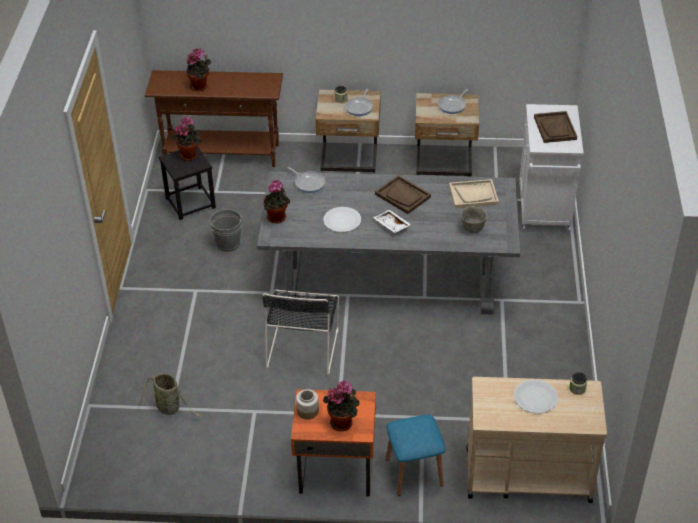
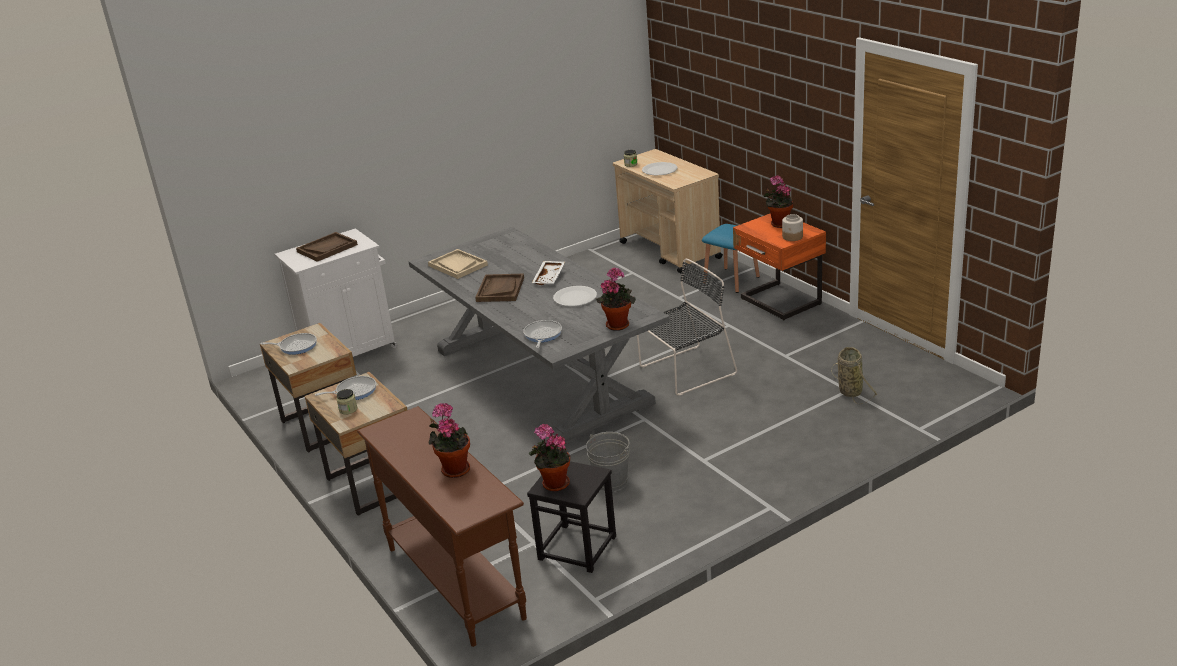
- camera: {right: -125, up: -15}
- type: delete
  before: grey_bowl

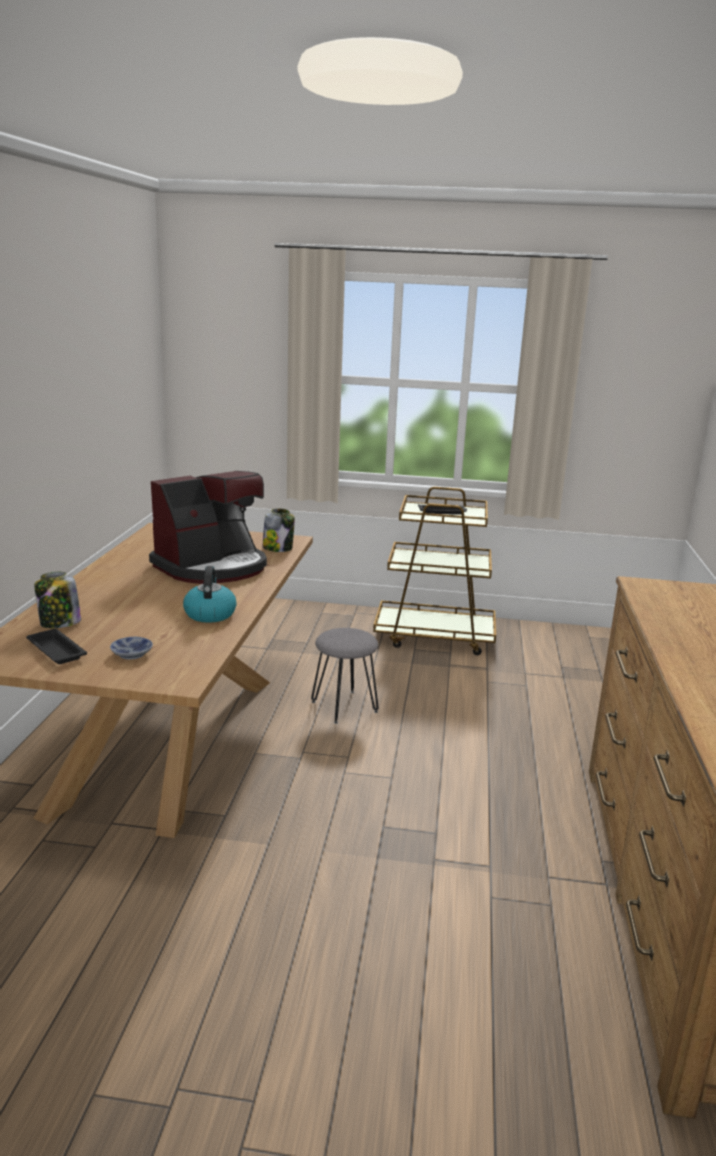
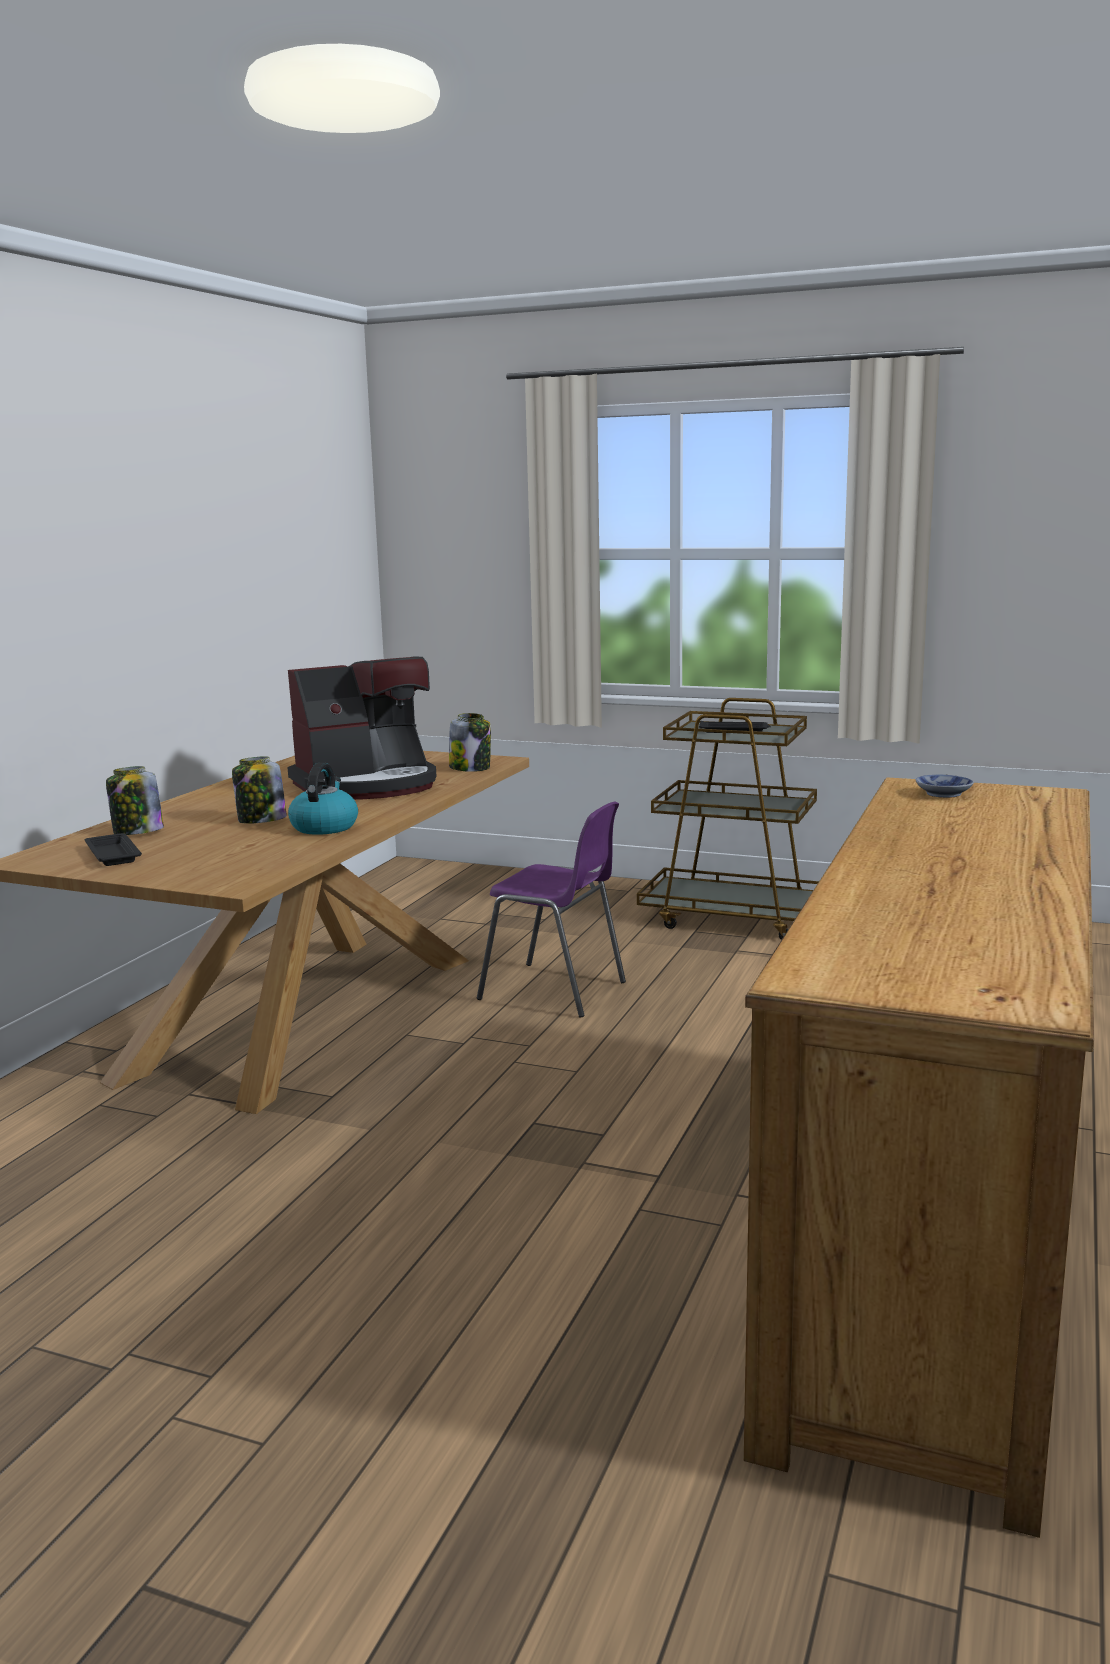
- camera: {right: 15, up: -5}
- type: insert
  after: jar (2nd from left)
- type: replace
  before: grey_stool
  after: purple_chair
- type: move
  before: bowl

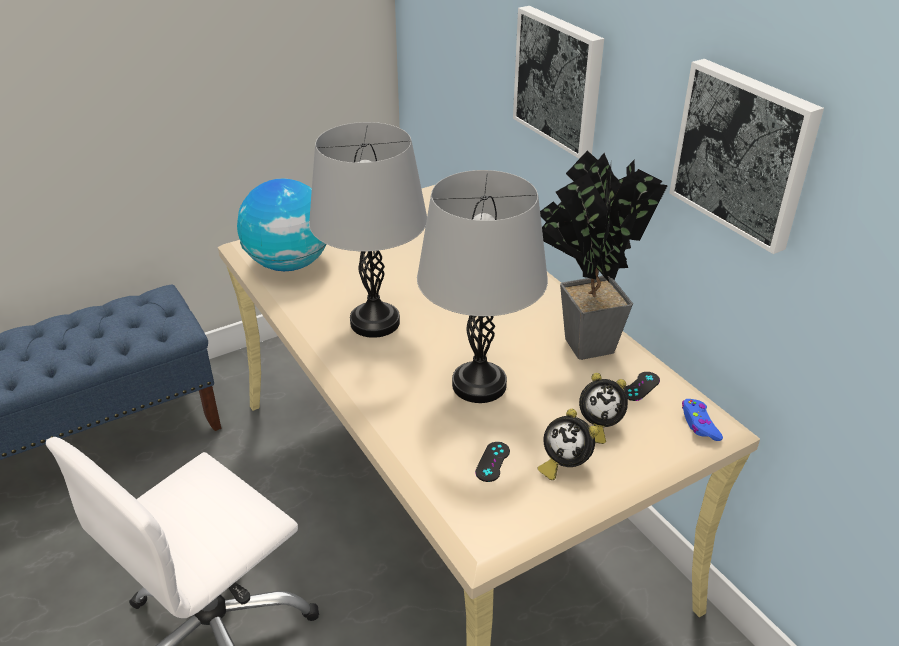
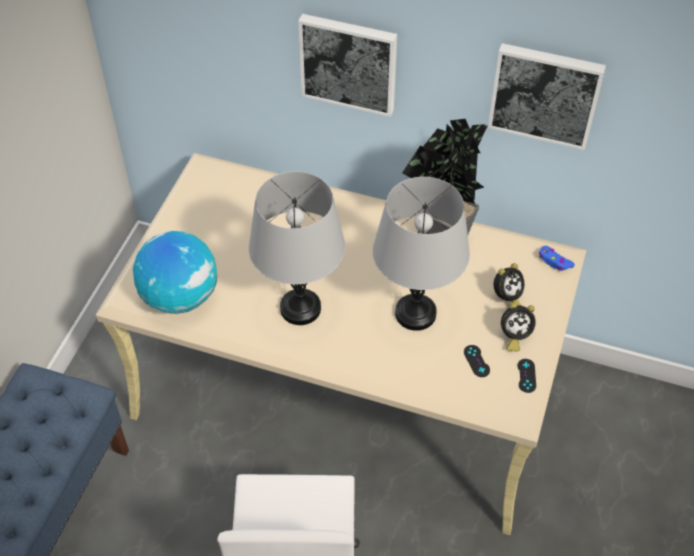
- camera: {right: -40, up: 15}
- type: move
  before: black_game_controller (2nd from left)

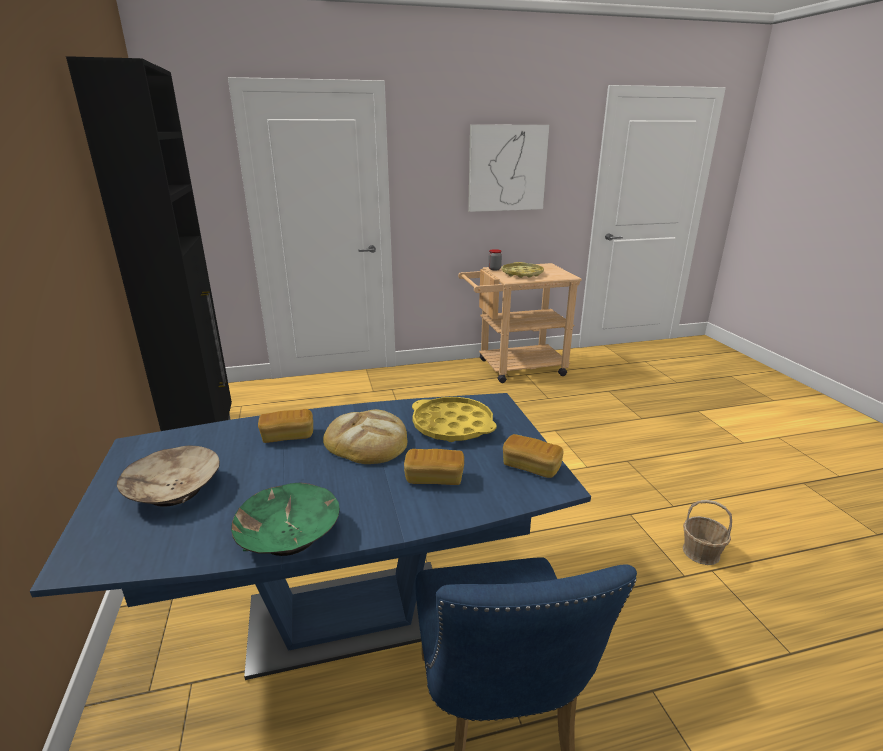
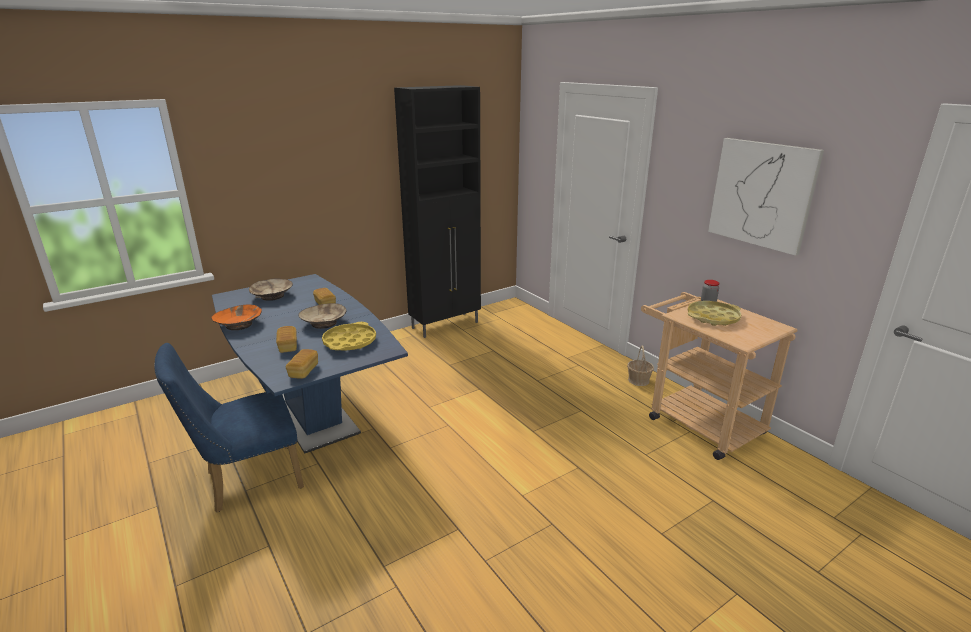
- camera: {right: 70, up: 0}
- type: recolor
  before: green_bowl
  after: orange_bowl
- type: replace
  before: bread (2nd from left)
  after: beige_bowl (2nd from left)
- type: move
  before: basket

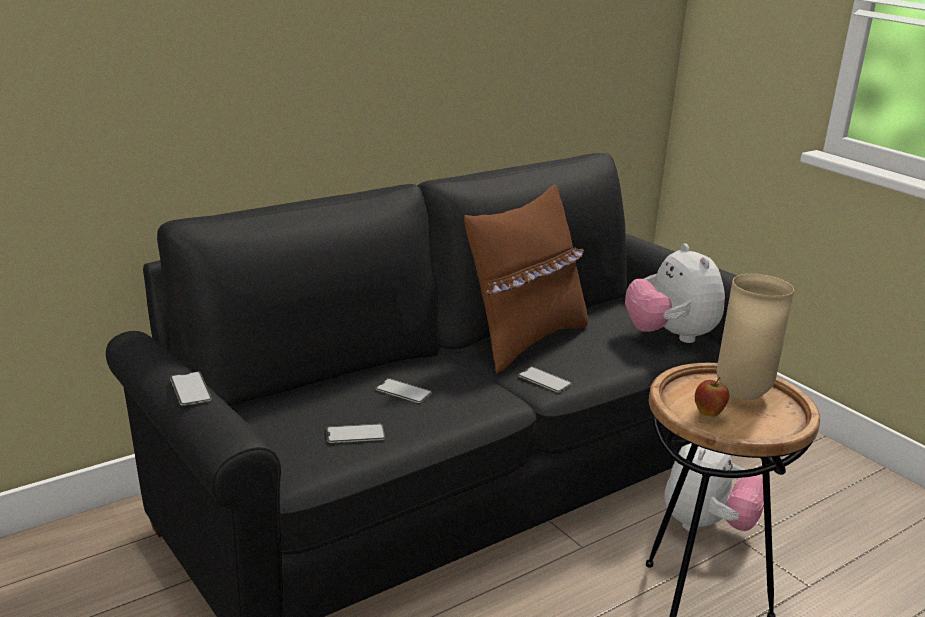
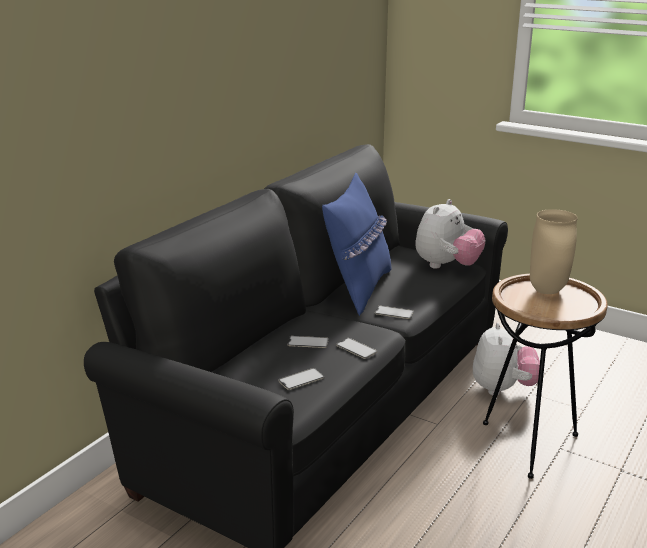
- camera: {right: -20, up: 0}
- type: recolor
  before: brown_pillow
  after: blue_pillow
- type: move
  before: phone (1st from left in the first image)
  after: phone (3rd from left)
- type: rotate
  before: plush_toy (1st from left)
  turn: -105
- type: delete
  before: apple

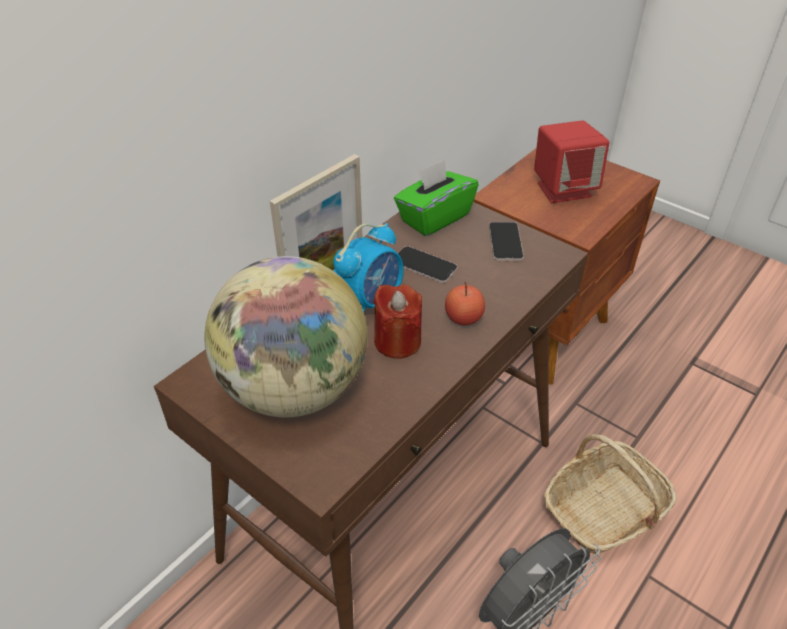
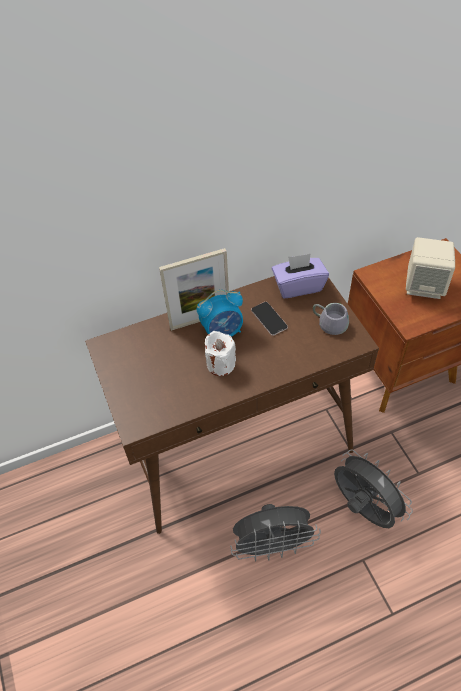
- camera: {right: 30, up: 10}
- type: recolor
  before: red_candle
  after: white_candle
- type: recolor
  before: green_tissue_box
  after: purple_tissue_box
- type: replace
  before: phone (2nd from left)
  after: grey_mug
- type: replace
  before: basket
  after: grey_fan (2nd from left)
- type: recolor
  before: red_speaker
  after: beige_speaker
- type: delete
  before: globe
- type: delete
  before: apple

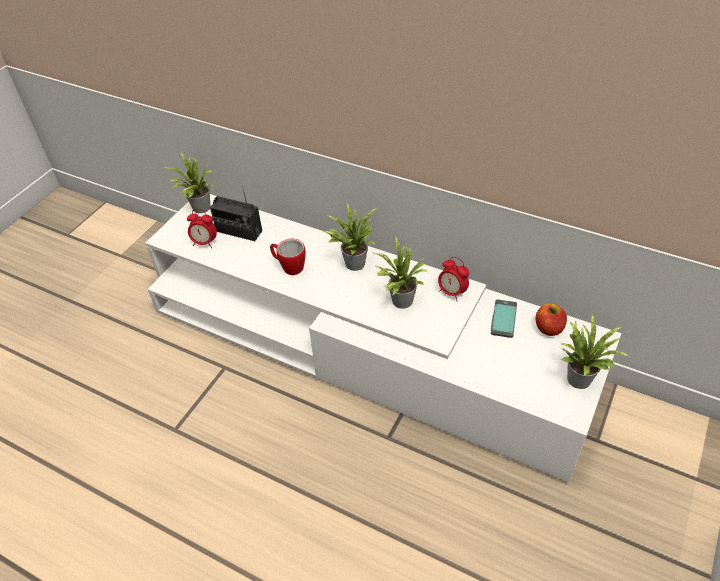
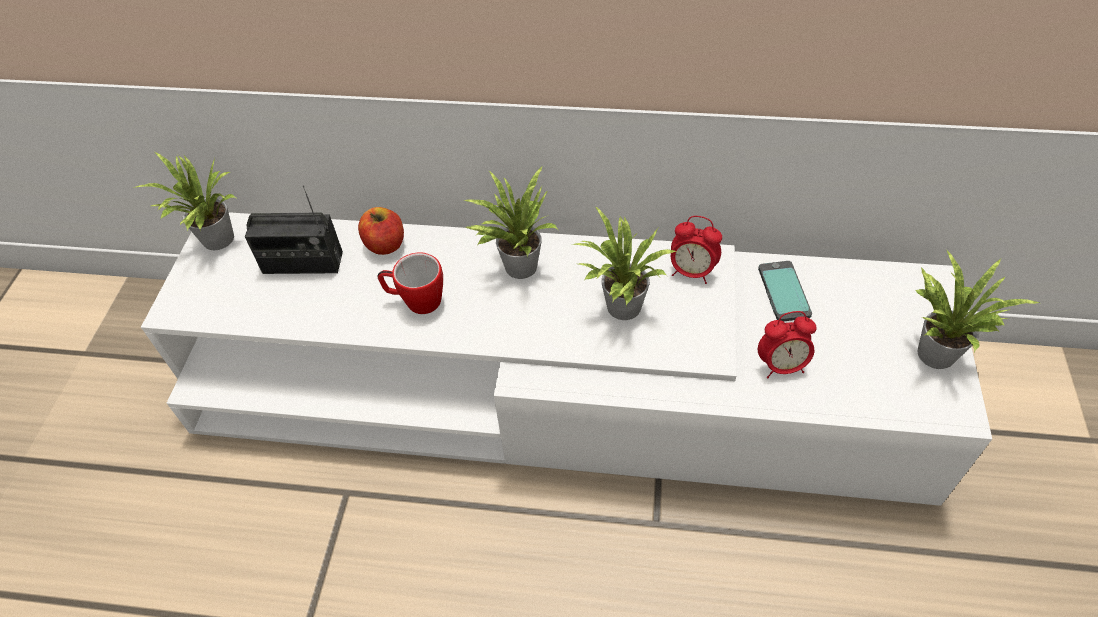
- camera: {right: -20, up: 5}
- type: move
  before: apple
- type: move
  before: alarm_clock (1st from left in the first image)
  after: alarm_clock (2nd from left)

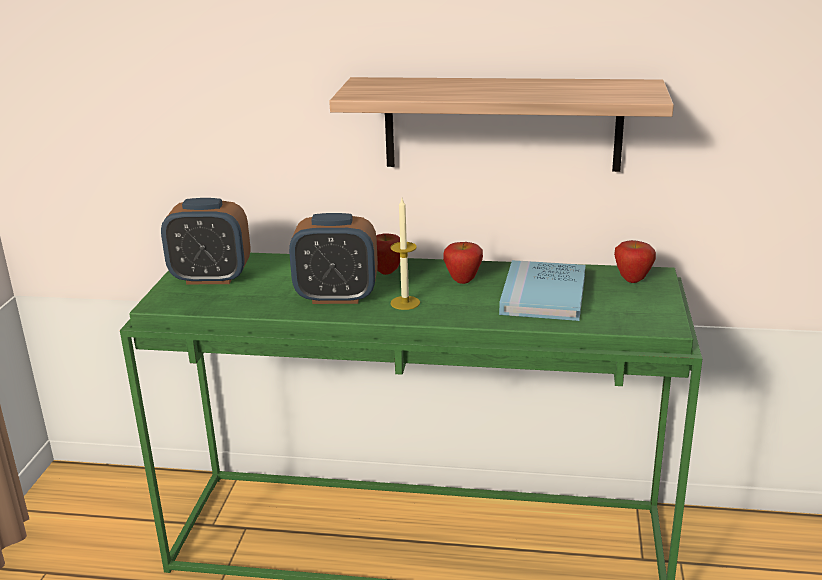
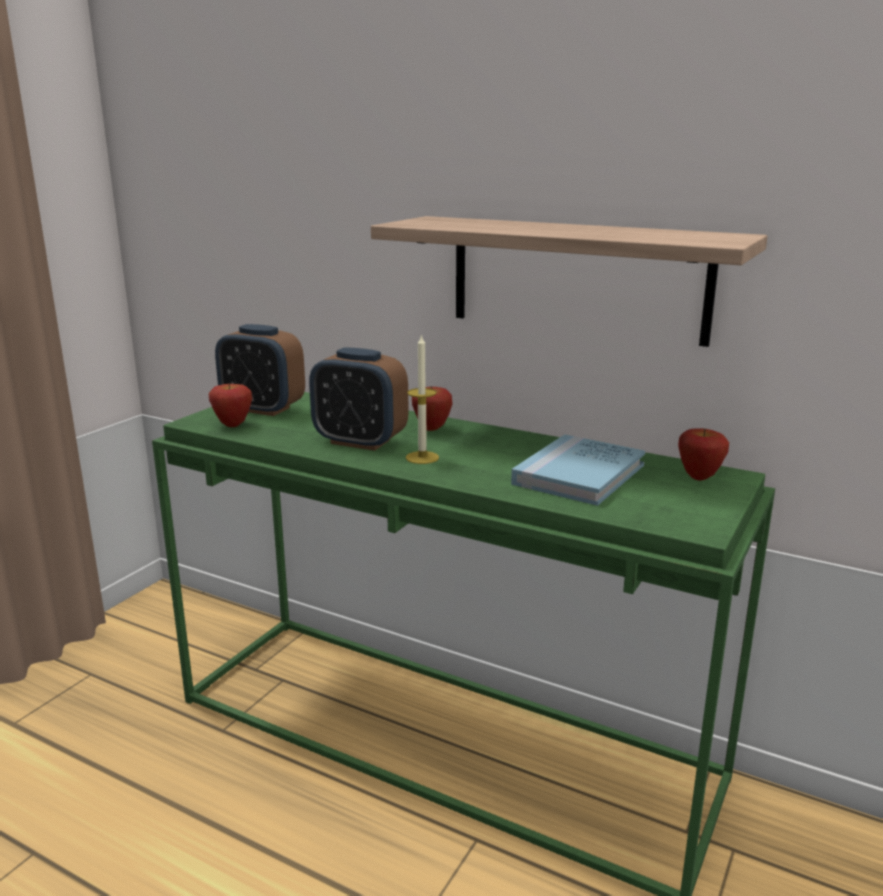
- camera: {right: 20, up: -5}
- type: move
  before: apple (2nd from left in the first image)
  after: apple (1st from left)

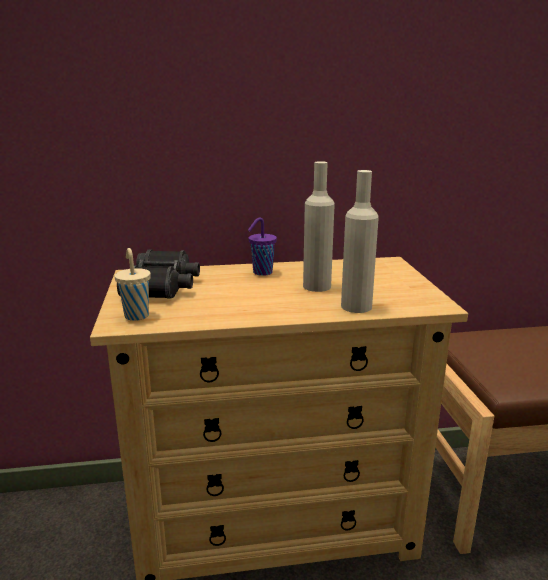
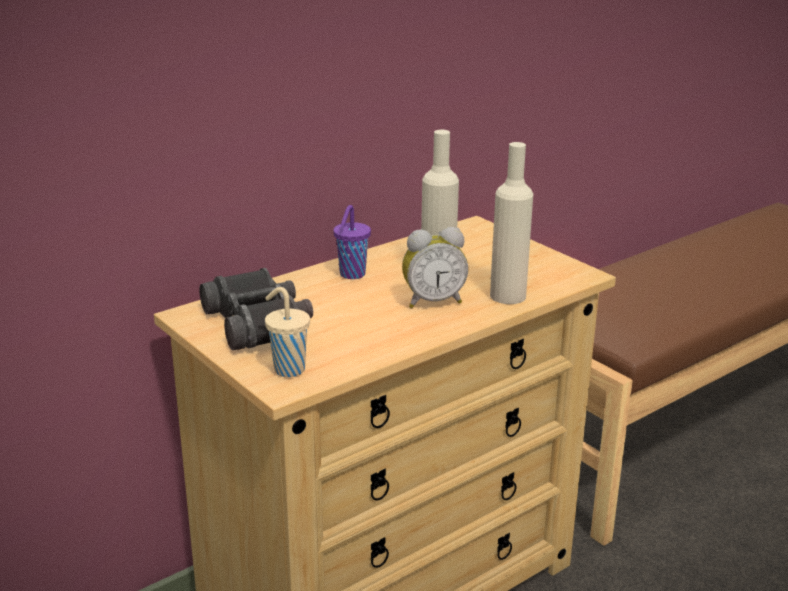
- camera: {right: -30, up: 5}
- type: insert
  after: alarm_clock

